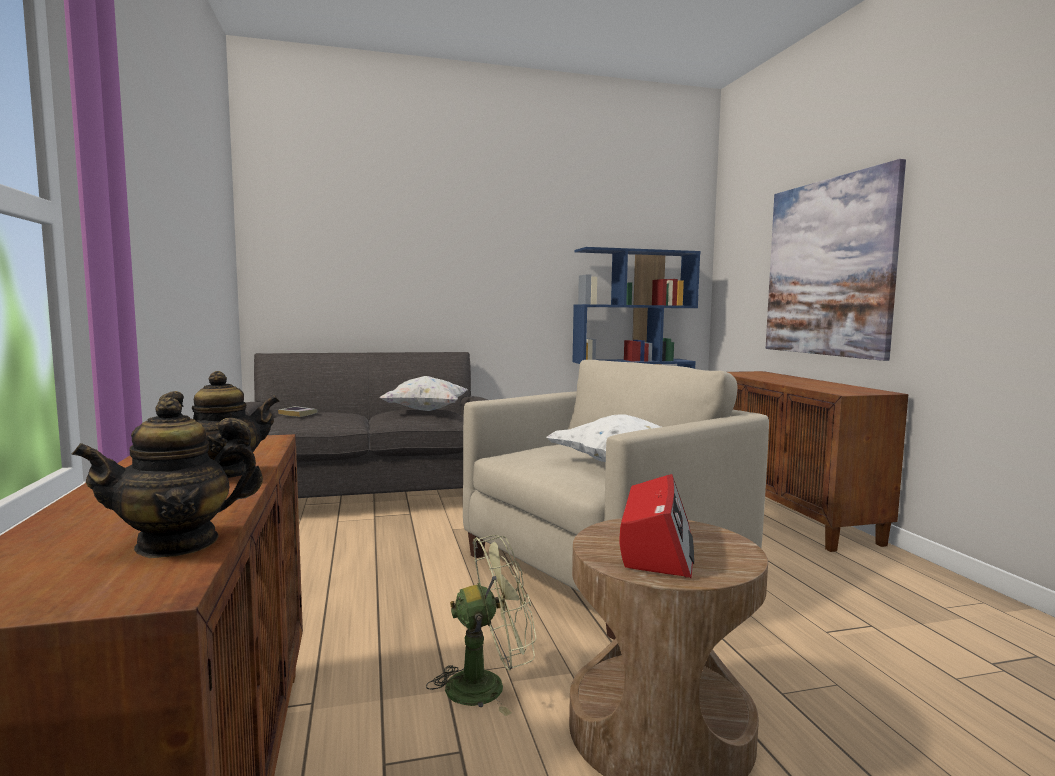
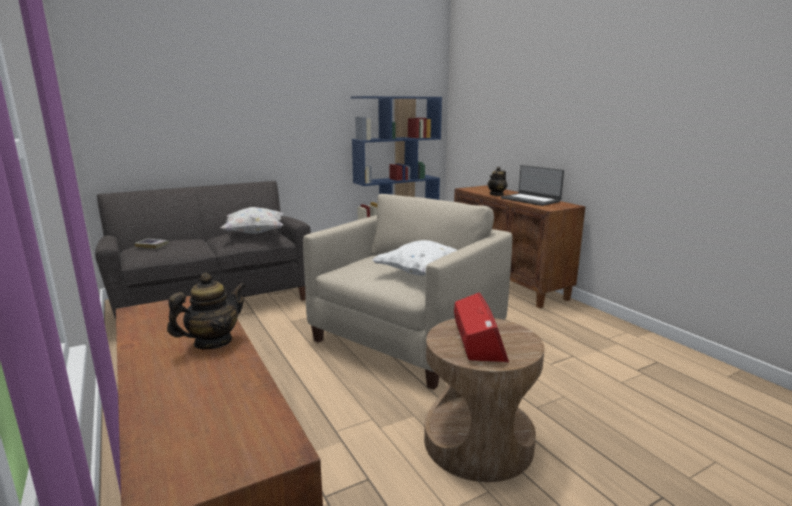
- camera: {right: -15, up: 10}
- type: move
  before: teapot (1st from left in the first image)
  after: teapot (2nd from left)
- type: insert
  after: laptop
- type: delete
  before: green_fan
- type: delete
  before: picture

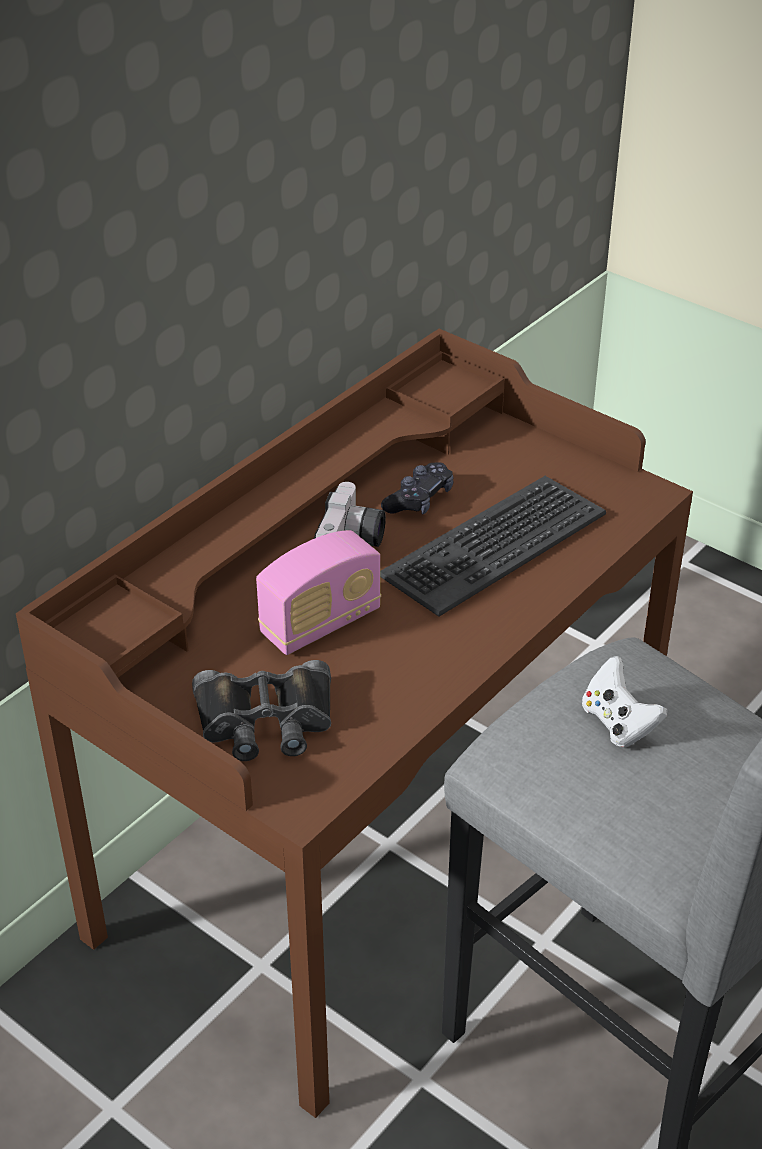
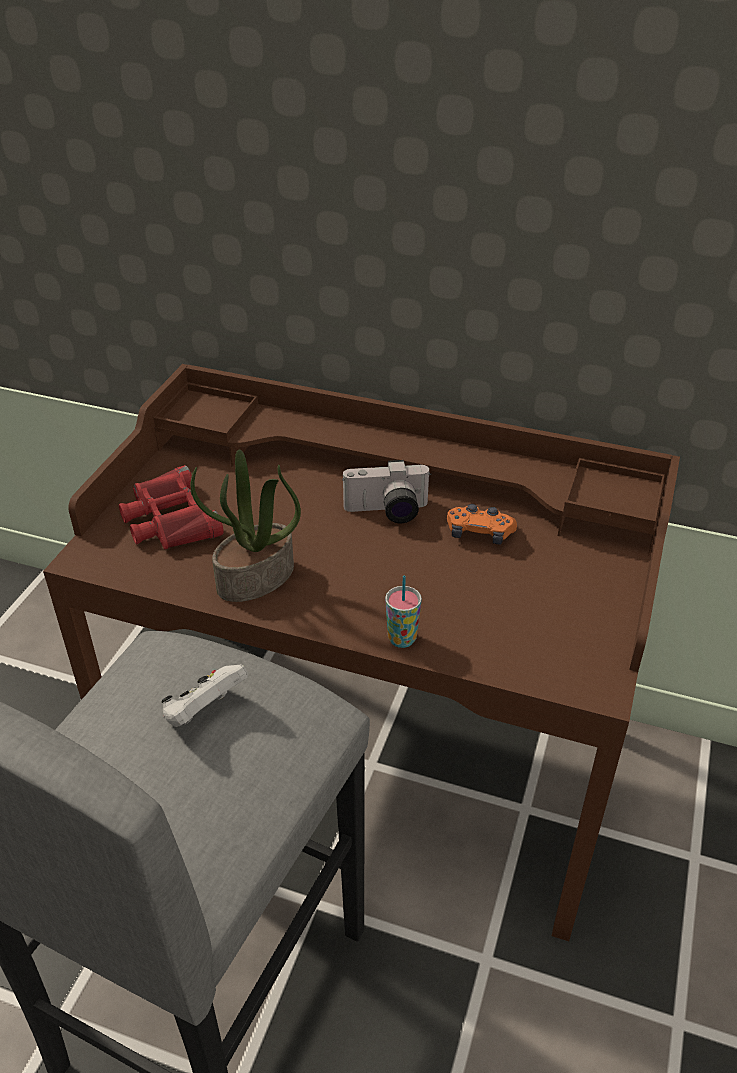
- camera: {right: 70, up: 0}
- type: recolor
  before: black_binoculars
  after: red_binoculars
- type: insert
  after: potted_plant
- type: insert
  after: cup
- type: recolor
  before: black_game_controller
  after: orange_game_controller
- type: delete
  before: radio
- type: delete
  before: keyboard

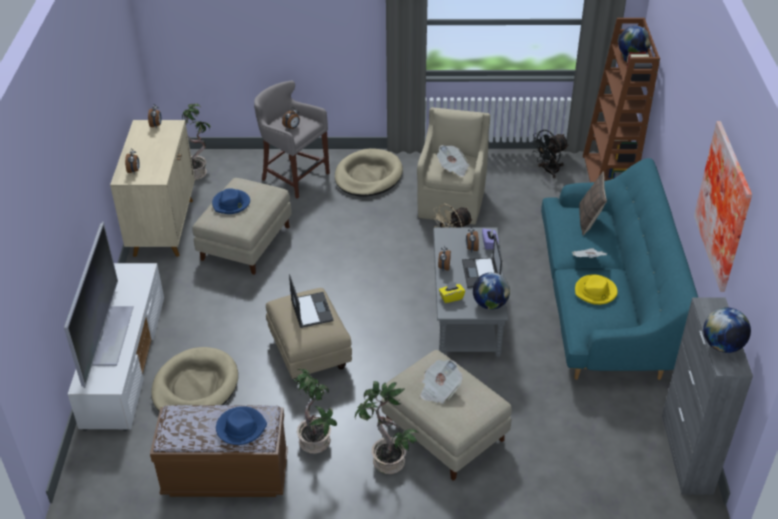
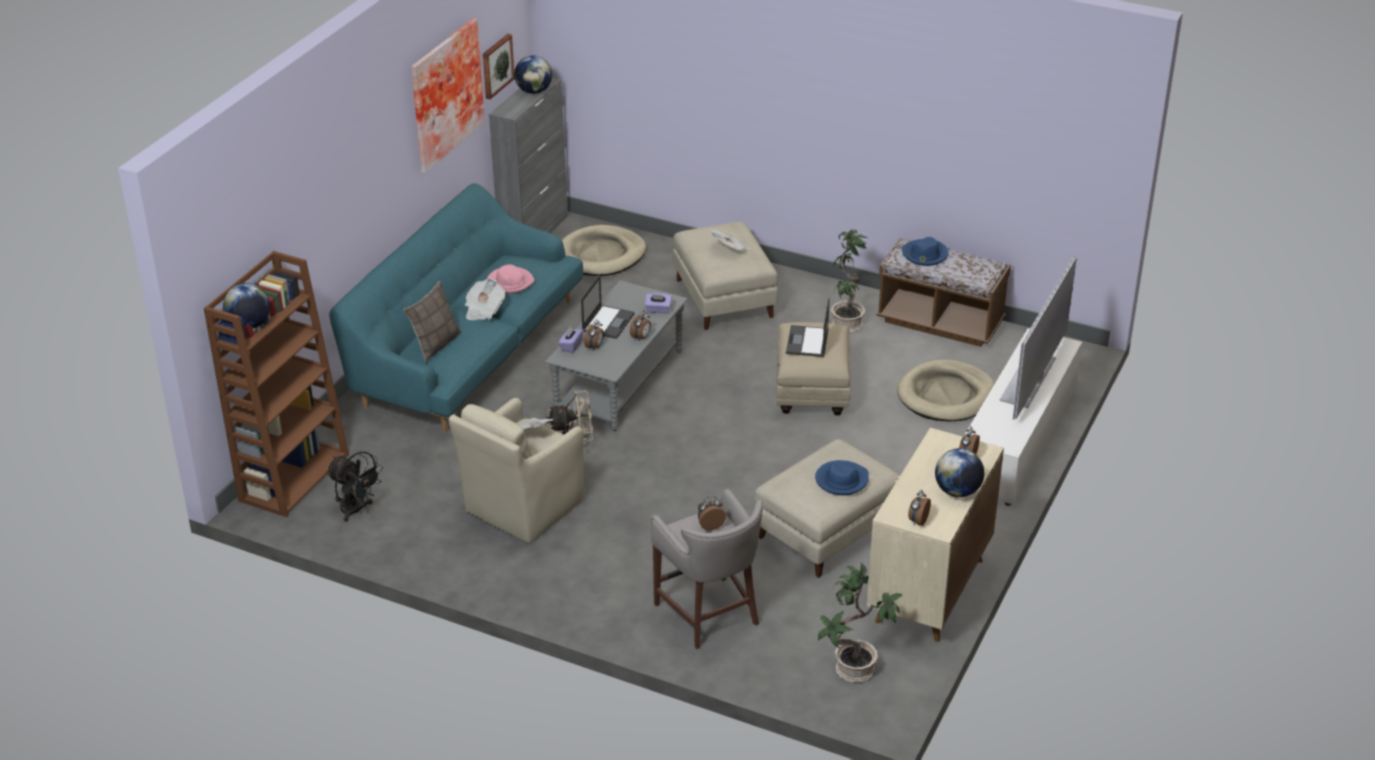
- camera: {right: -155, up: -5}
- type: rotate
  before: black_fan
  turn: 45
- type: insert
  after: picture (2nd from left)
- type: recolor
  before: yellow_hat
  after: pink_hat
- type: move
  before: beige_dog_bed (2nd from left in the first image)
  after: beige_dog_bed (1st from left)
- type: recolor
  before: yellow_tissue_box
  after: purple_tissue_box (2nd from left)
- type: move
  before: globe (1st from left in the first image)
  after: globe (3rd from left)
- type: delete
  before: potted_plant (3rd from left)

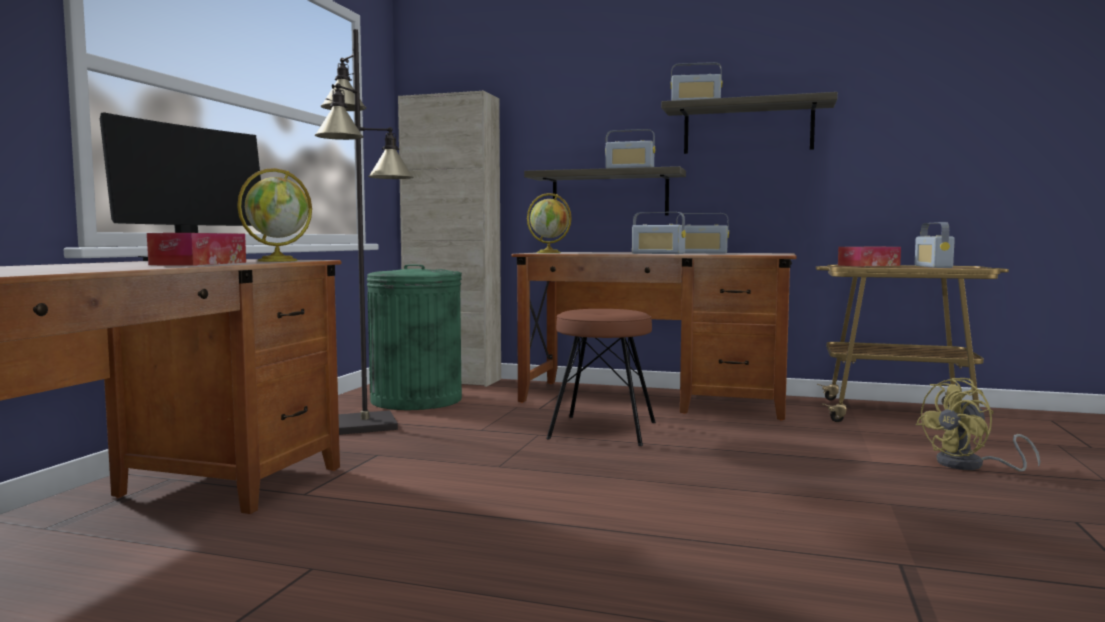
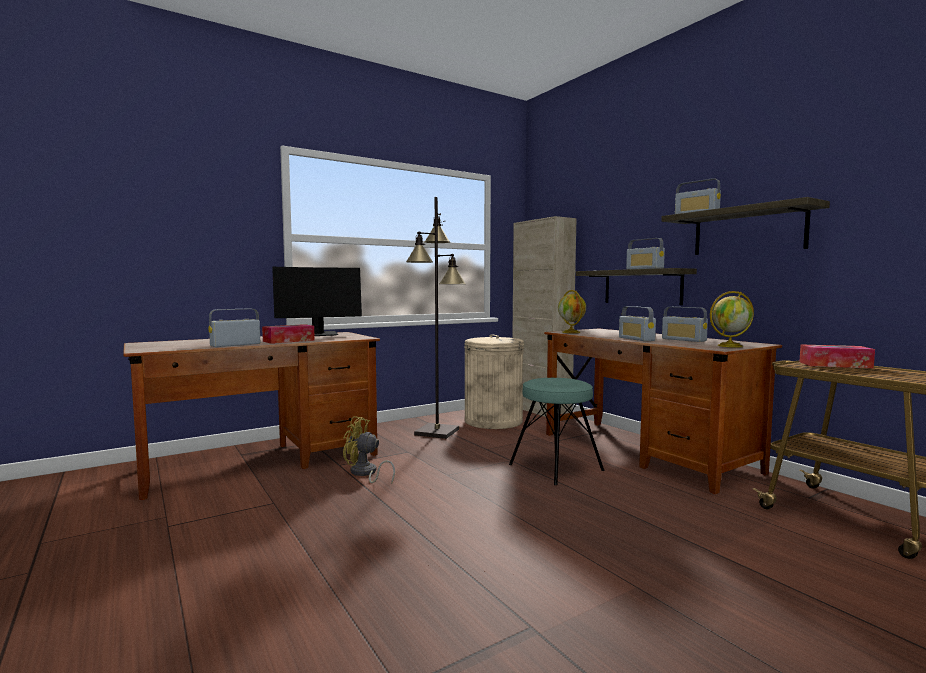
- camera: {right: 40, up: 0}
- type: move
  before: radio (5th from left in the first image)
  after: radio (1st from left)
- type: move
  before: yellow_fan
- type: recolor
  before: green_trash_can
  after: beige_trash_can
- type: recolor
  before: brown_stool
  after: turquoise_stool
- type: move
  before: globe (1st from left in the first image)
  after: globe (2nd from left)

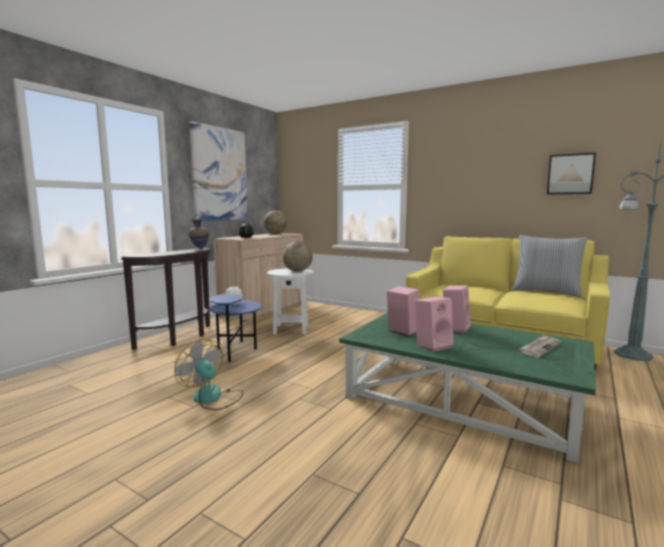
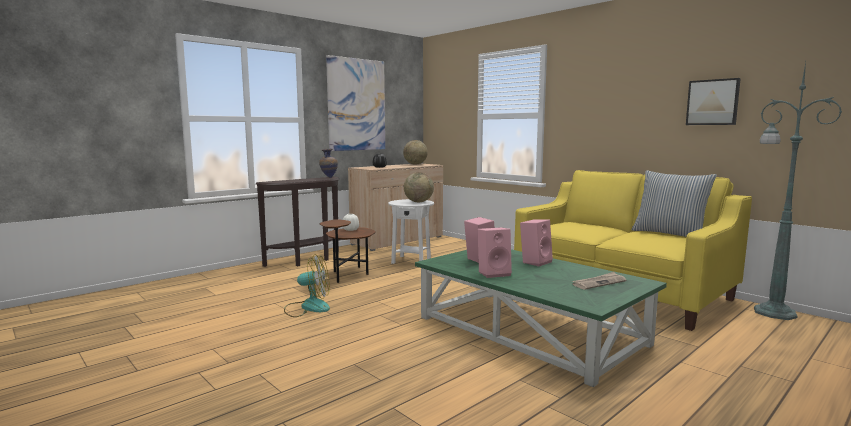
- camera: {right: 15, up: 0}
- type: rotate
  before: fan
  turn: 120
- type: recolor
  before: blue_side_table
  after: brown_side_table

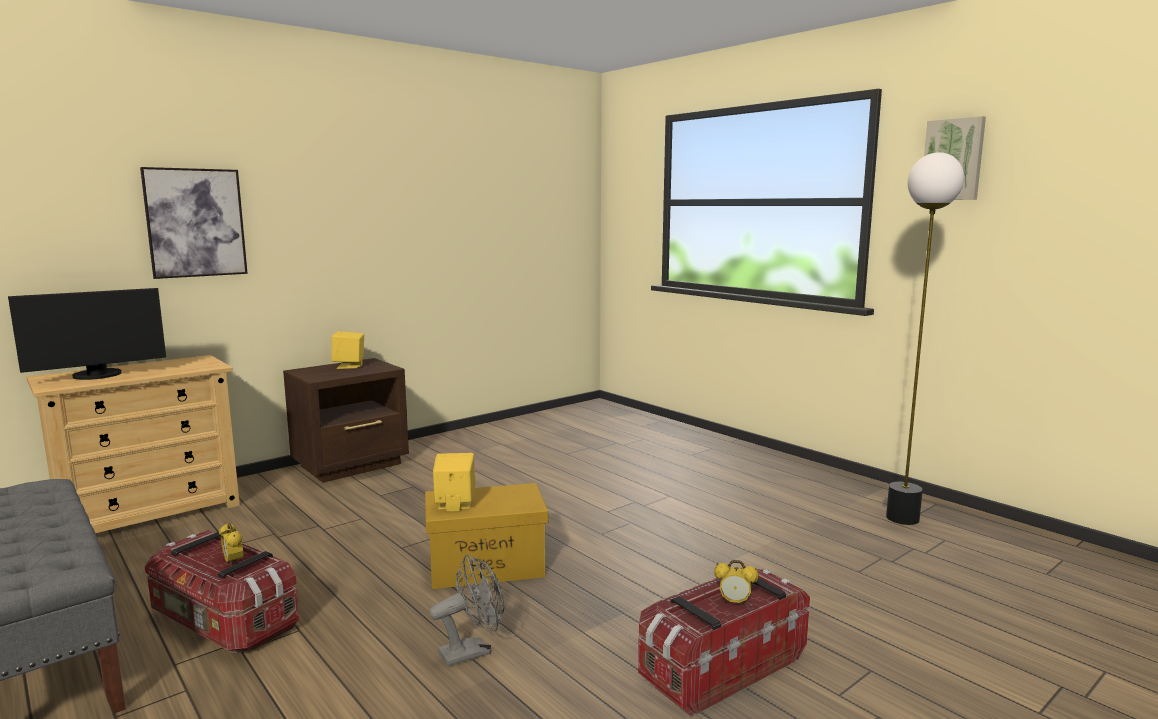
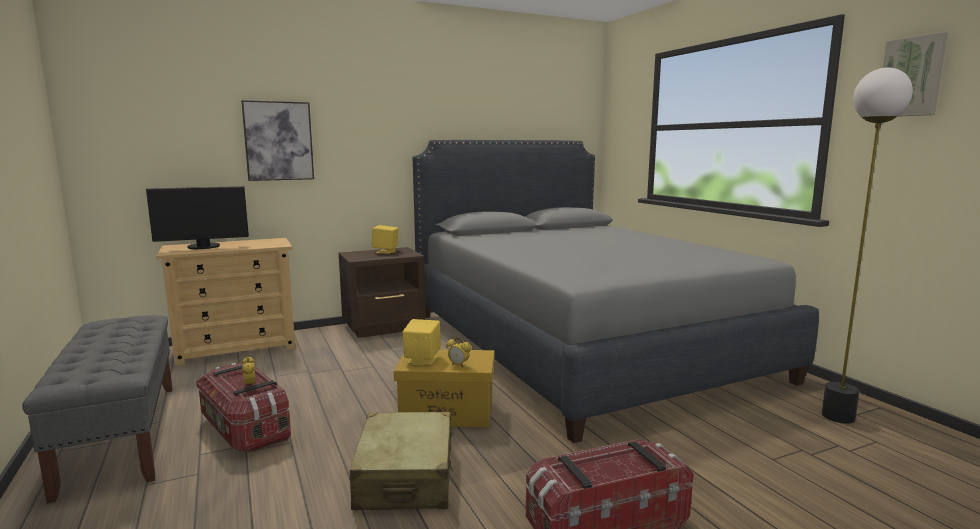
- camera: {right: 15, up: 0}
- type: replace
  before: grey_fan
  after: beige_suitcase
- type: insert
  after: grey_bed
- type: move
  before: alarm_clock (2nd from left)

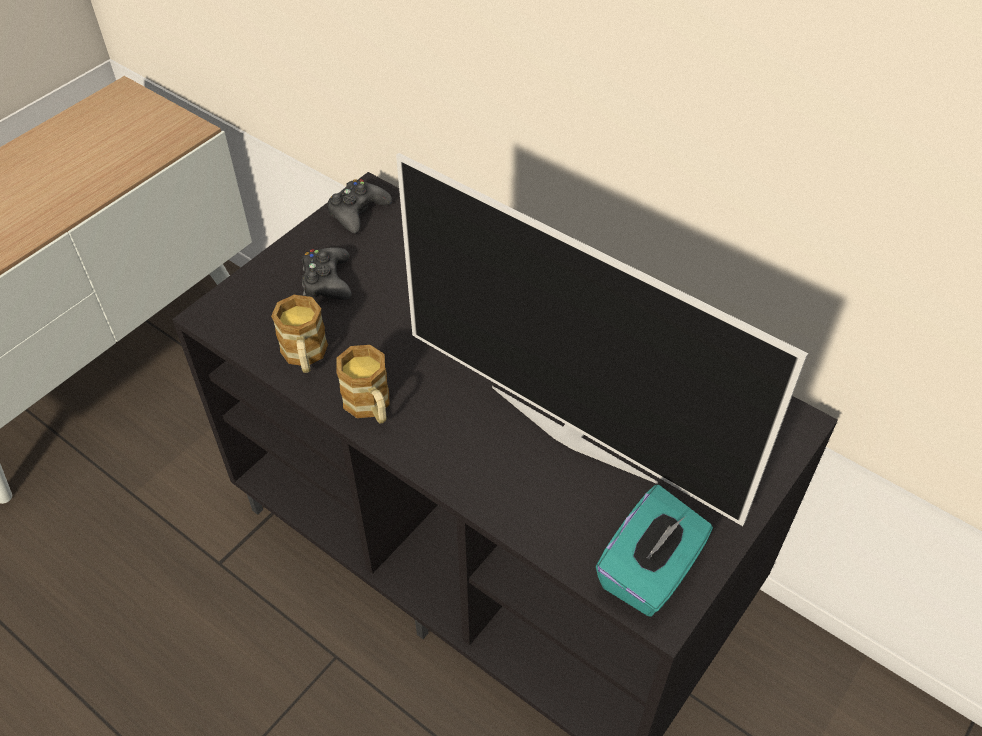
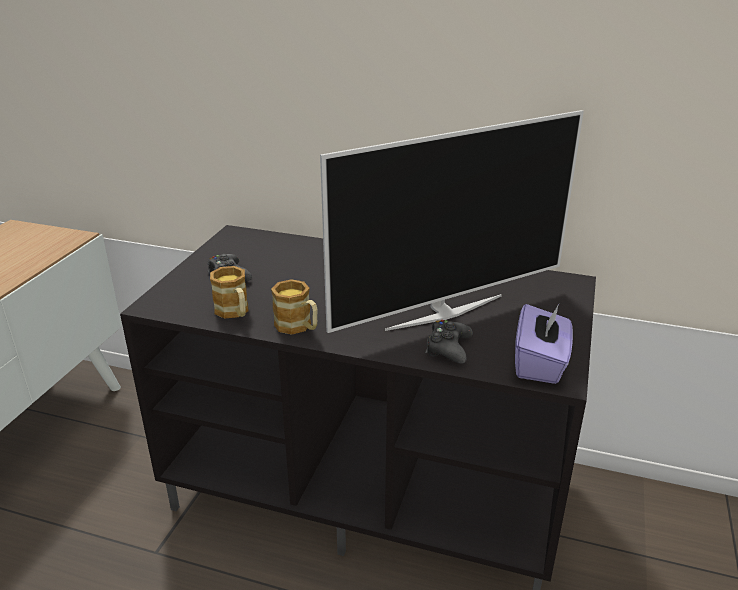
- camera: {right: -20, up: -20}
- type: rotate
  before: television
  turn: -45
- type: move
  before: black_game_controller (2nd from left)
- type: recolor
  before: turquoise_tissue_box
  after: purple_tissue_box

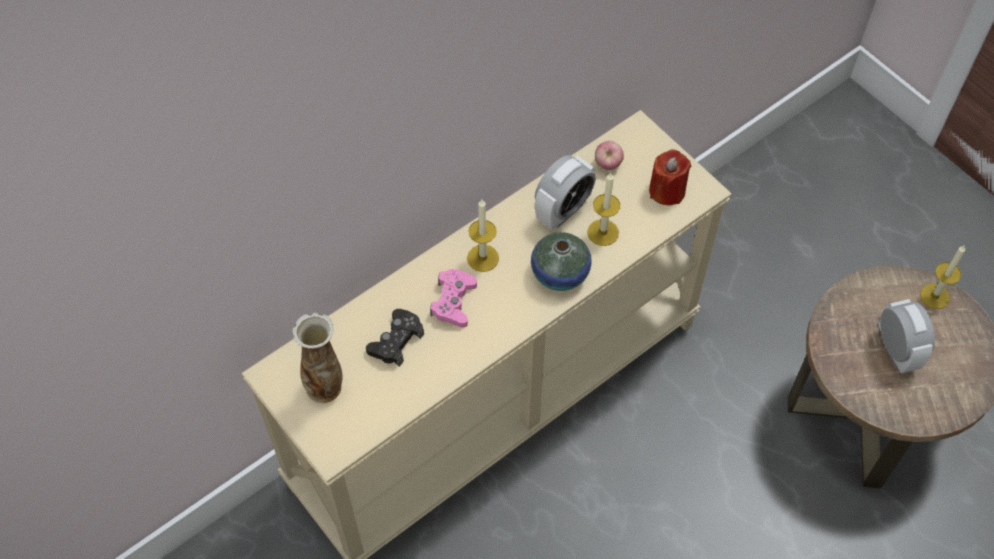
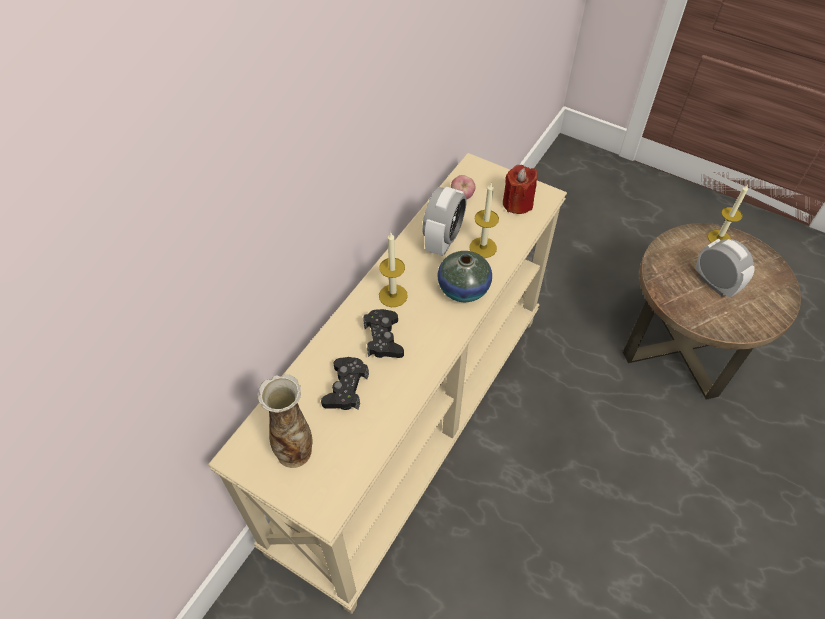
- camera: {right: -20, up: -5}
- type: recolor
  before: pink_game_controller
  after: black_game_controller (2nd from left)

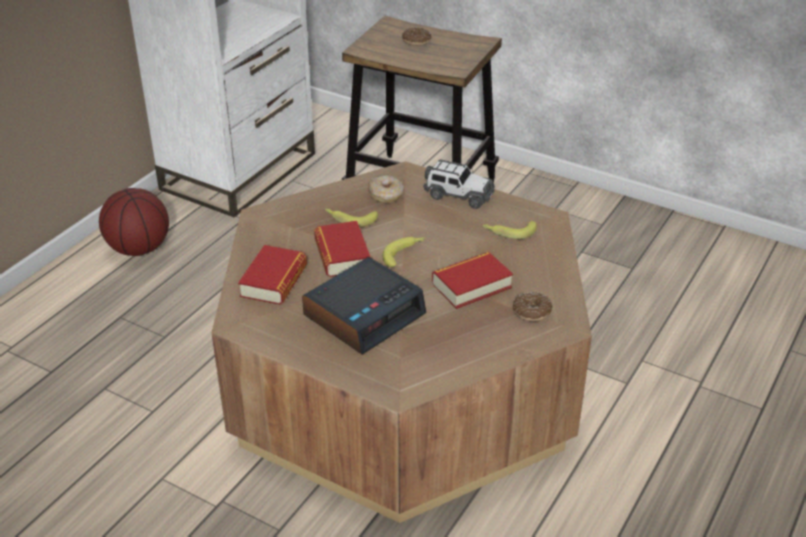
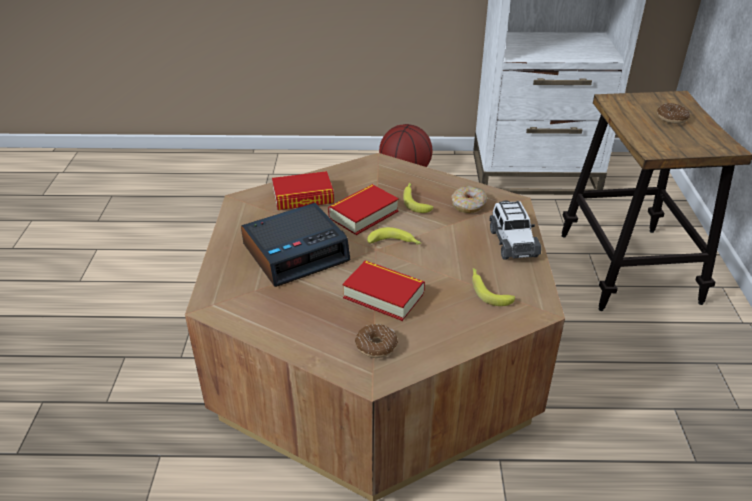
- camera: {right: 60, up: 0}
- type: rotate
  before: alarm_clock
  turn: -45

